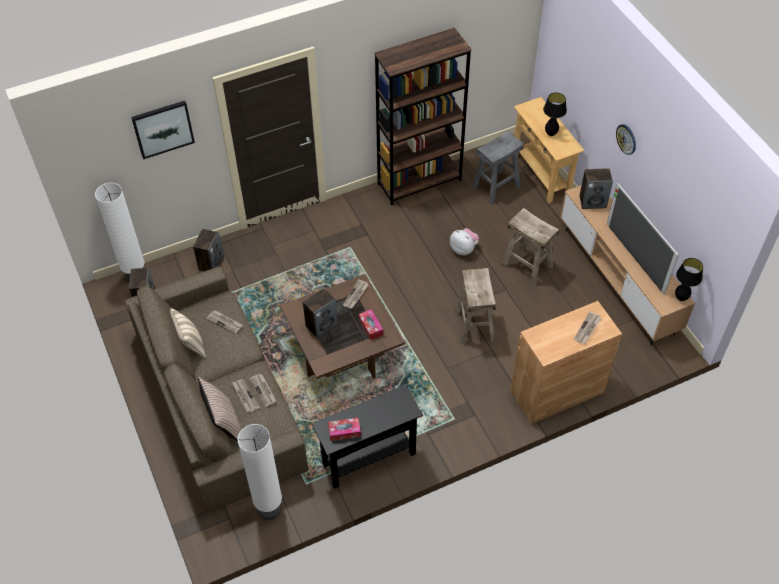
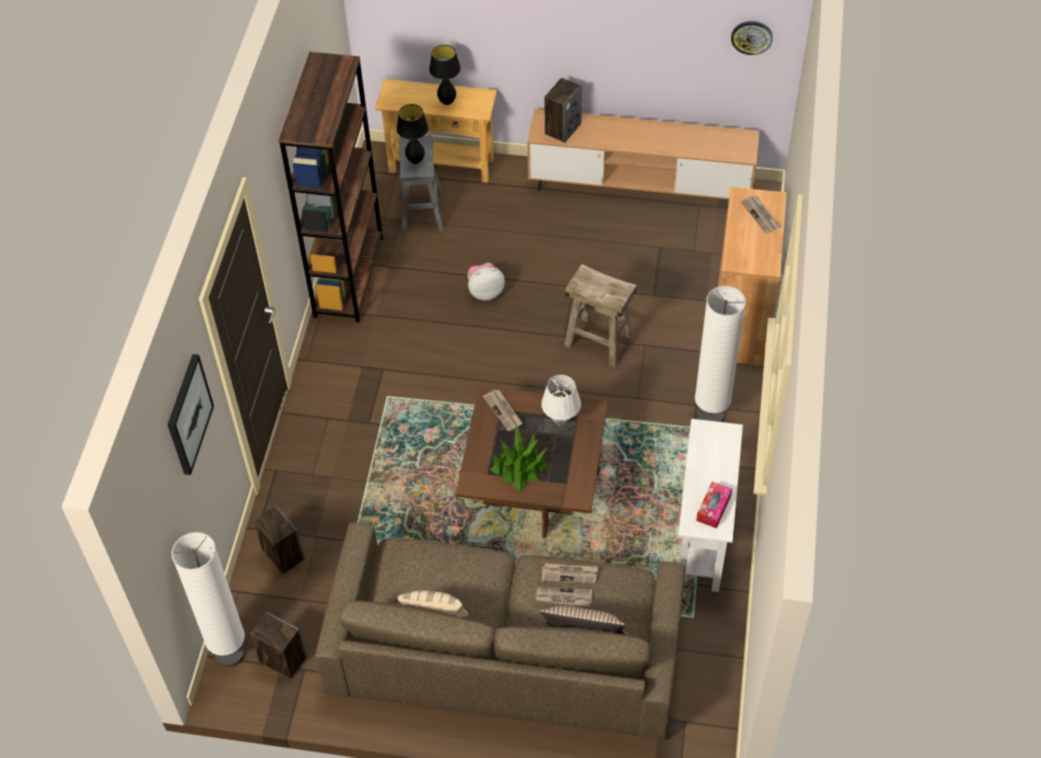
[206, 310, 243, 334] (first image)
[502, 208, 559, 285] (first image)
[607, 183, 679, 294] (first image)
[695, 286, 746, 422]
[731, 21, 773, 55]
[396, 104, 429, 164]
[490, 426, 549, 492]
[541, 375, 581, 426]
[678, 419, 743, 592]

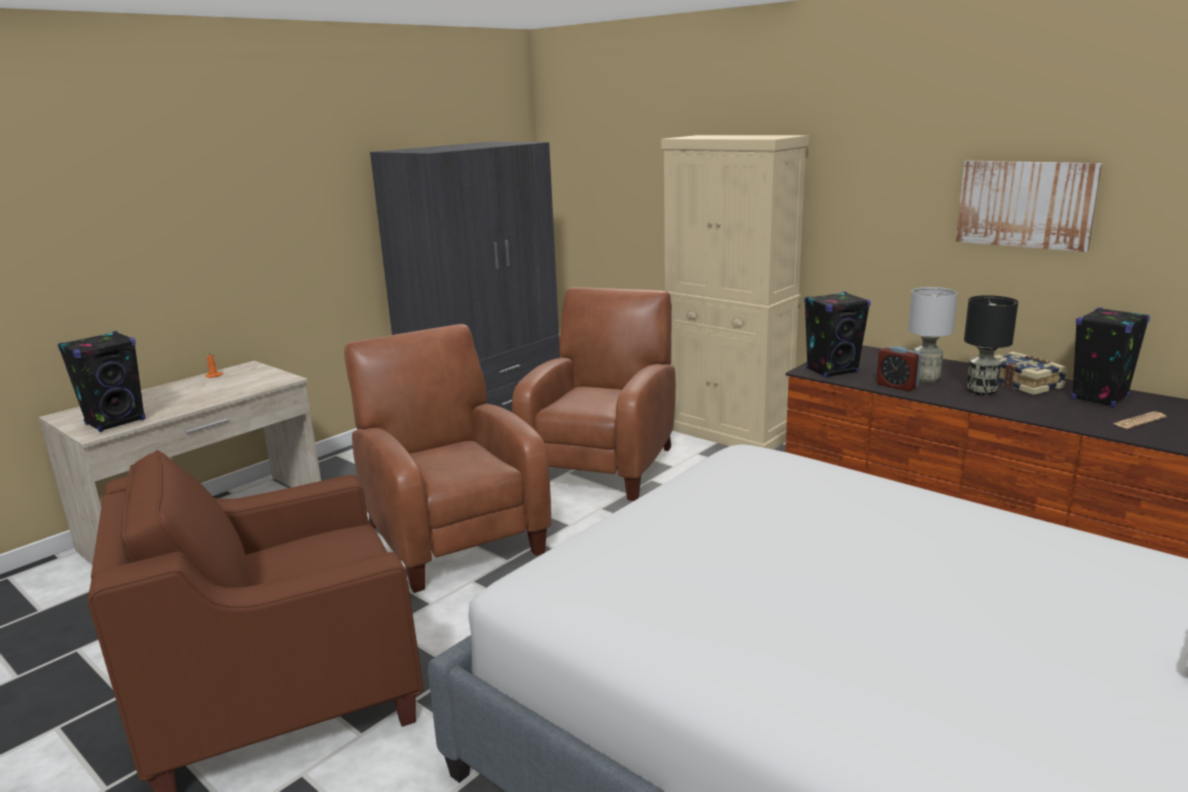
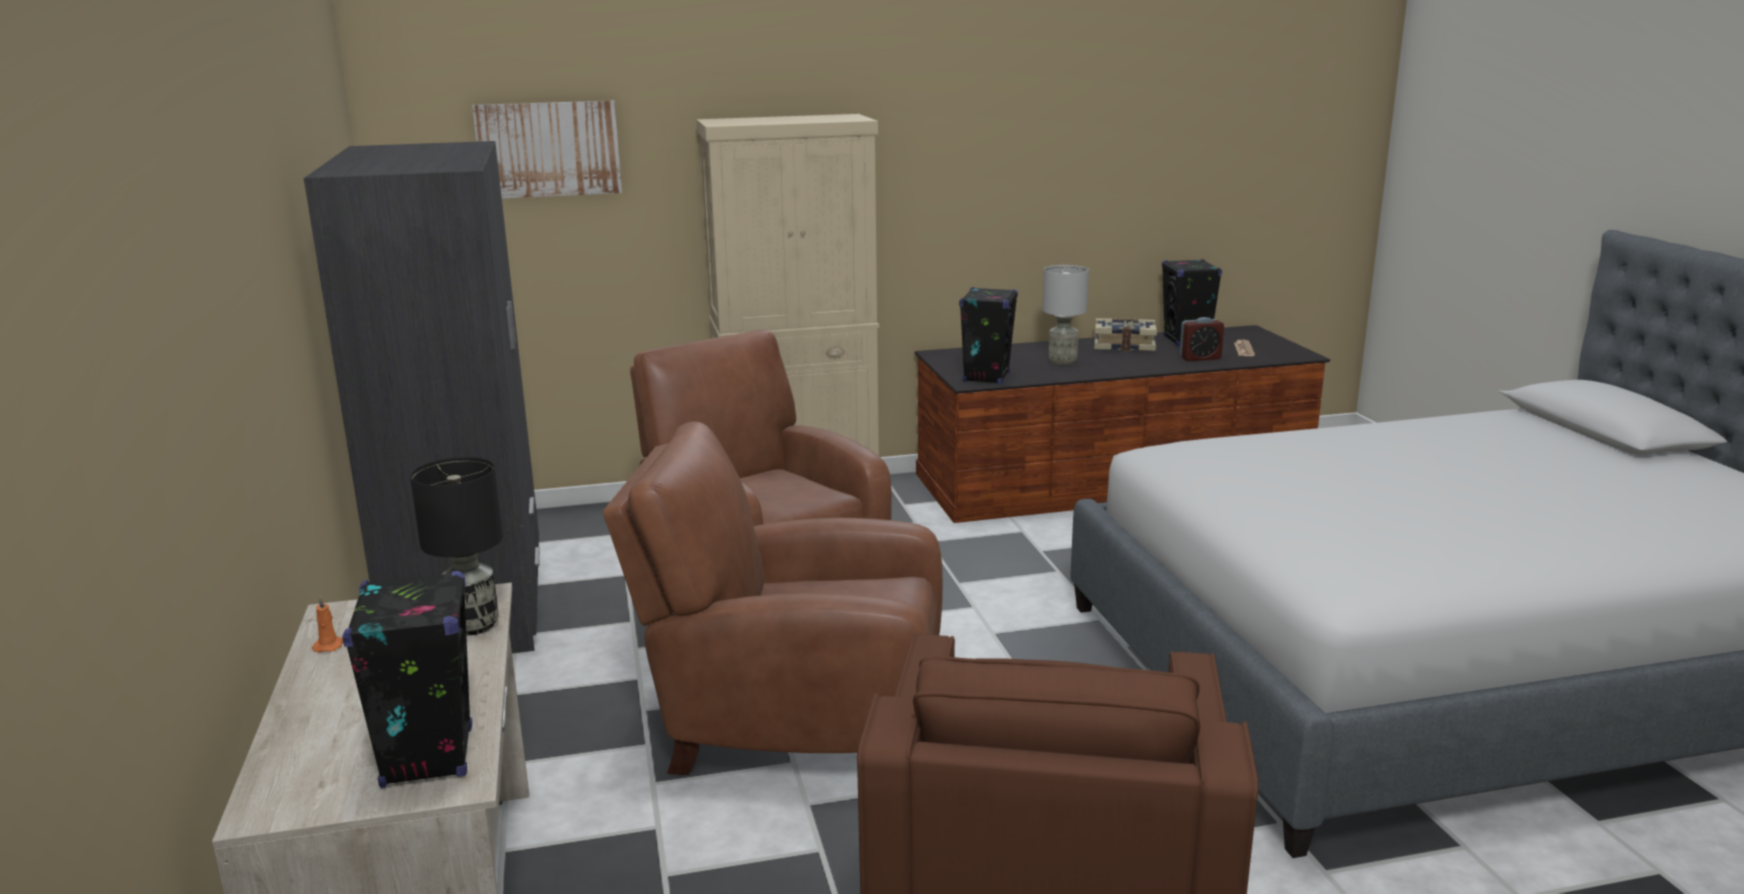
[1179, 317, 1224, 361]
[472, 101, 622, 199]
[410, 457, 503, 635]

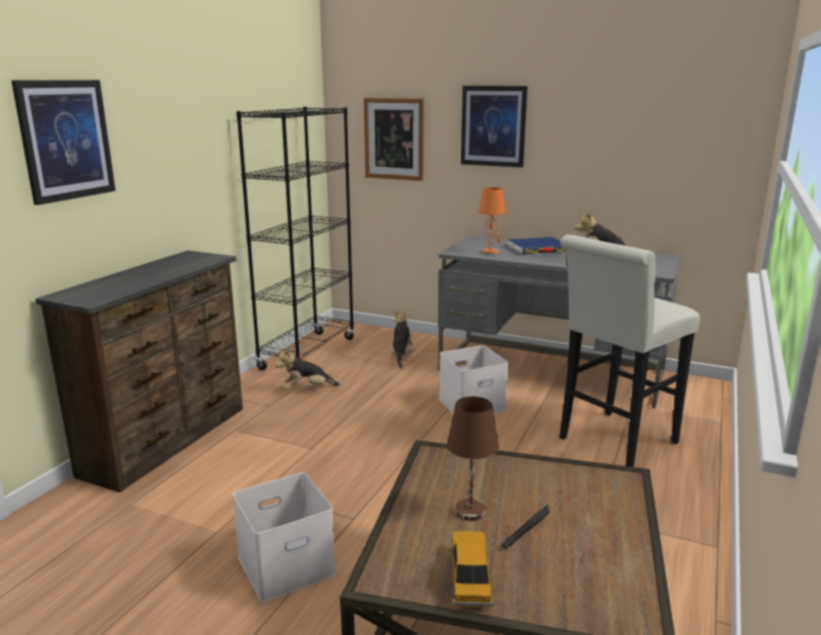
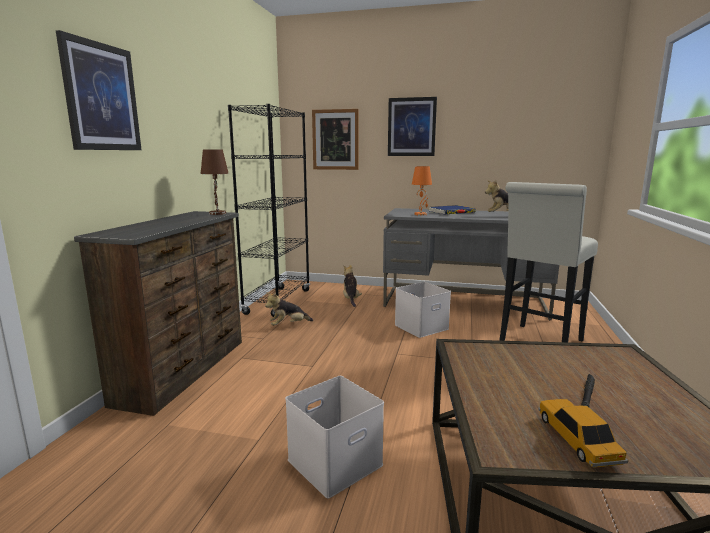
[201, 149, 229, 215]

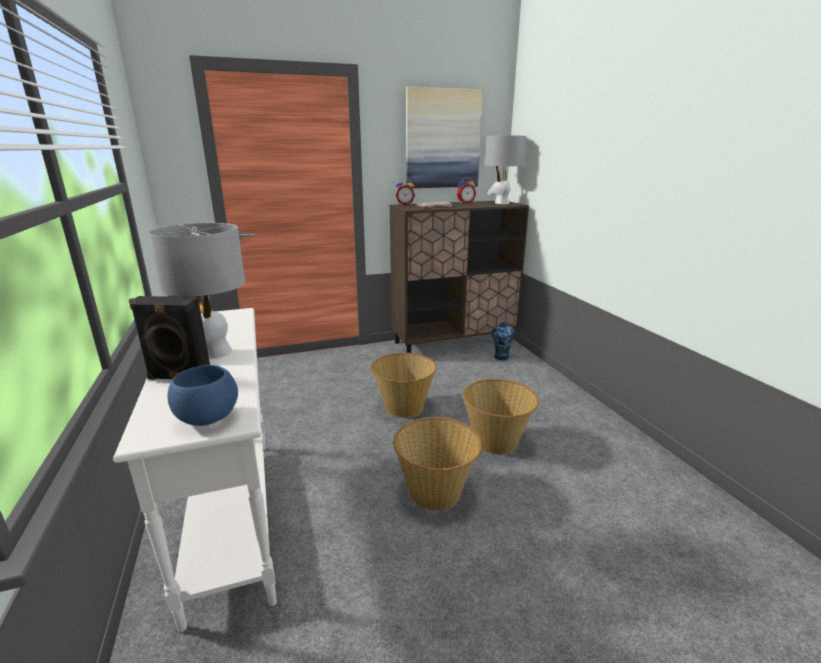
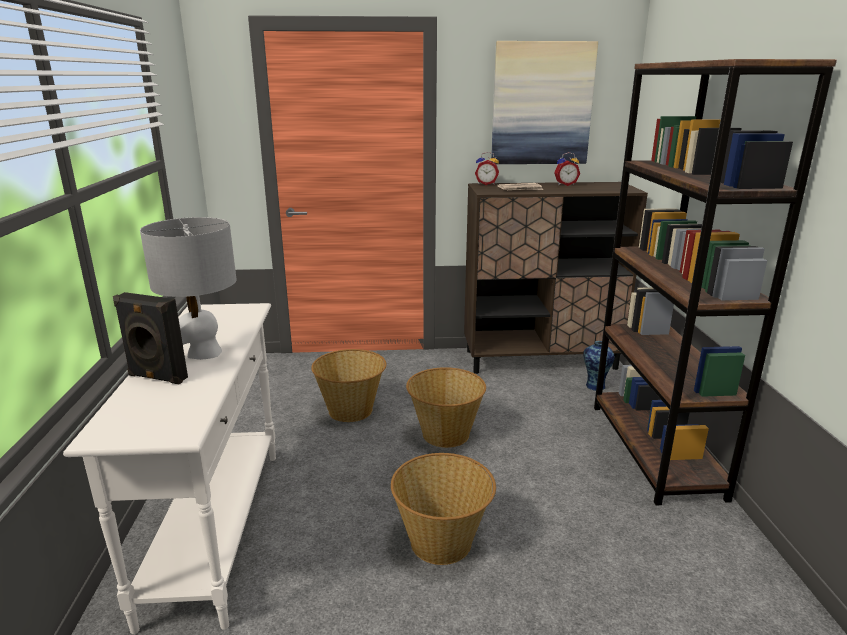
[168, 365, 238, 426] (first image)
[485, 135, 527, 204] (first image)
[594, 59, 837, 506]
[311, 349, 387, 422]

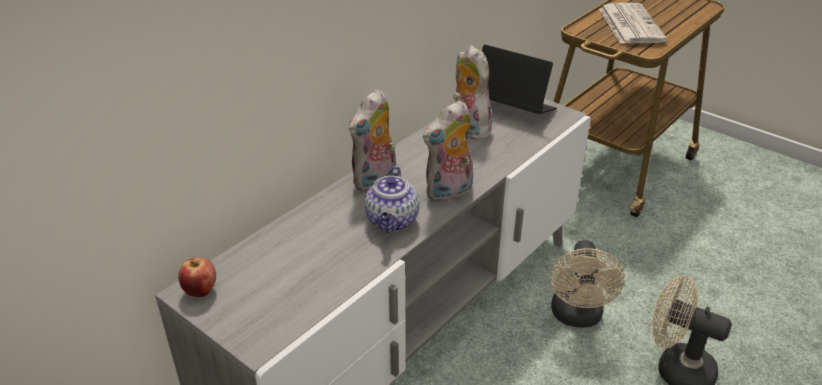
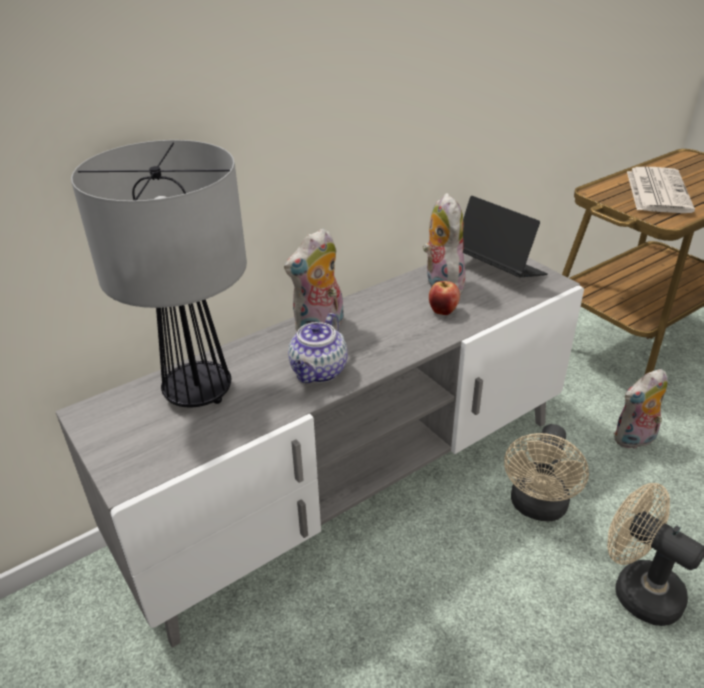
[71, 140, 247, 407]
[429, 281, 460, 315]
[614, 369, 668, 449]

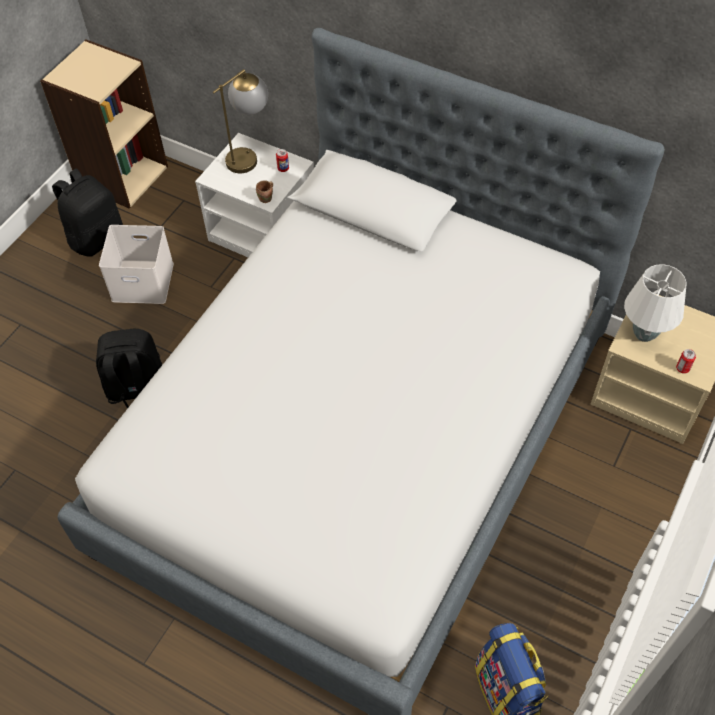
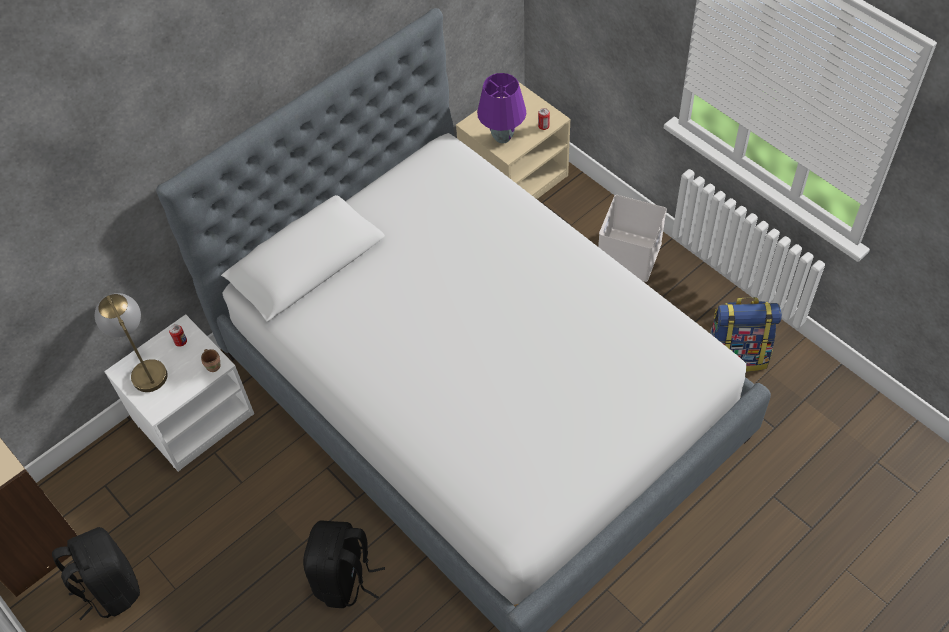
[598, 195, 667, 282]
[477, 73, 527, 144]

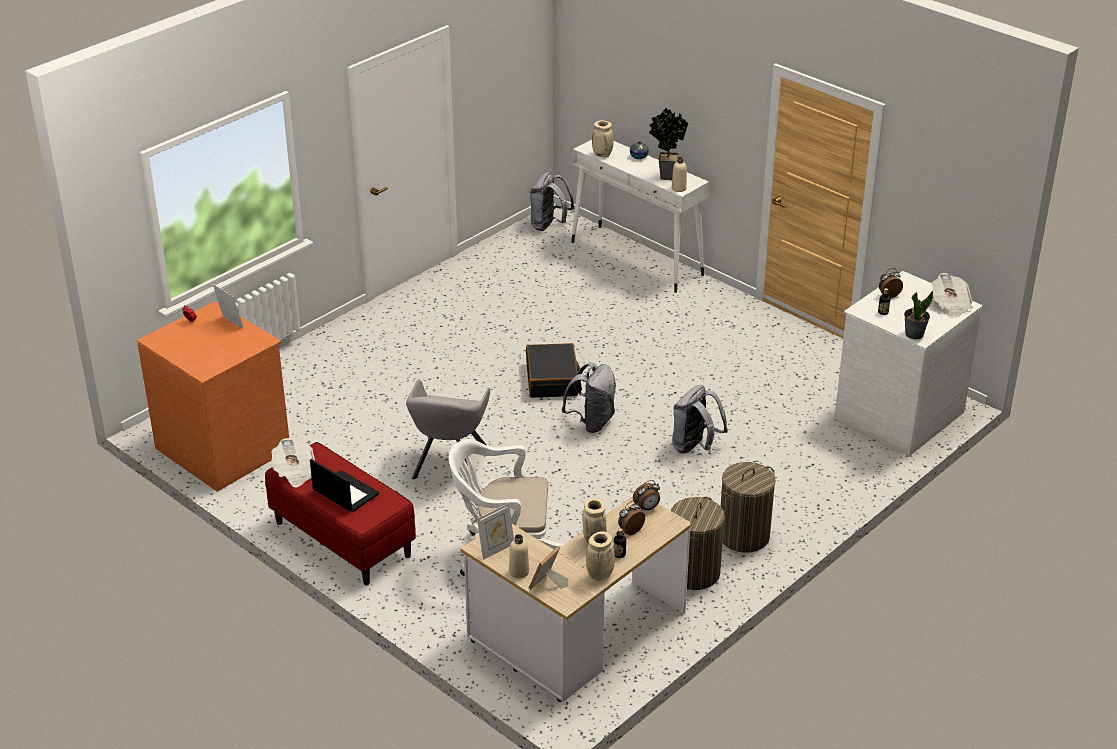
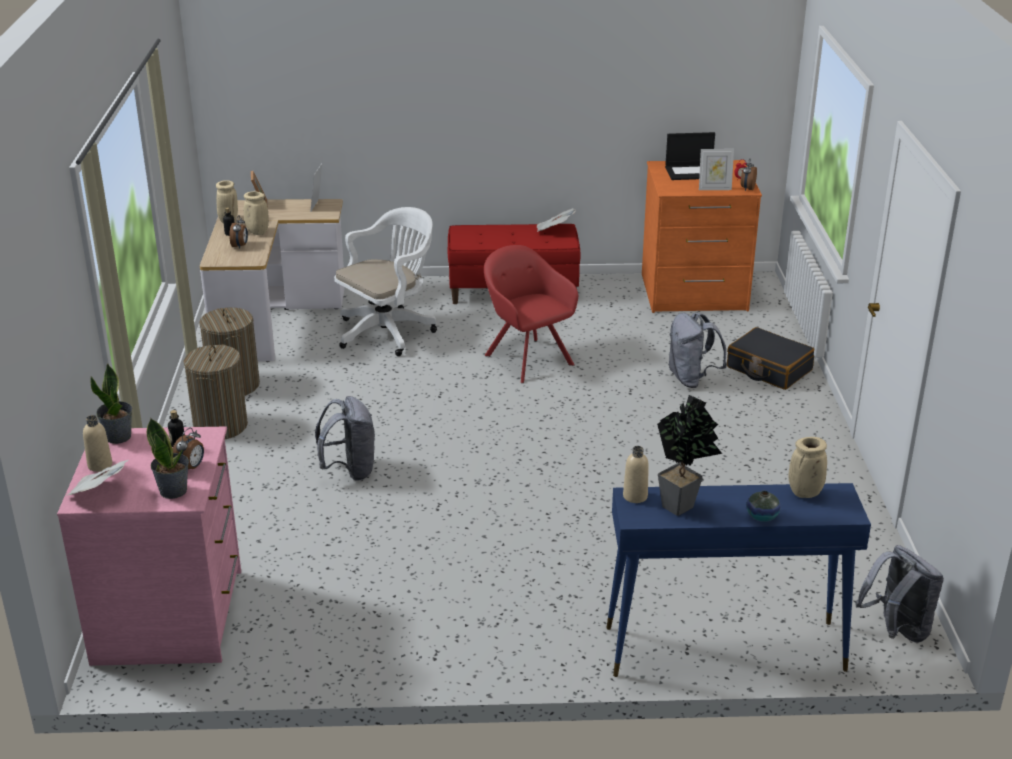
[147, 418, 189, 499]
[665, 132, 715, 180]
[83, 415, 112, 472]
[727, 327, 815, 390]
[668, 313, 727, 388]
[740, 159, 757, 191]
[484, 245, 578, 383]
[607, 483, 871, 677]
[57, 427, 241, 666]

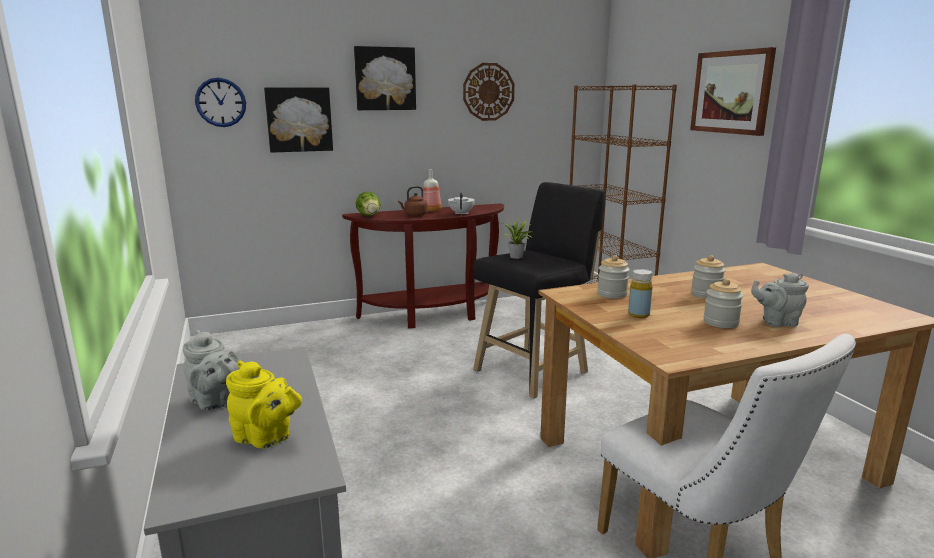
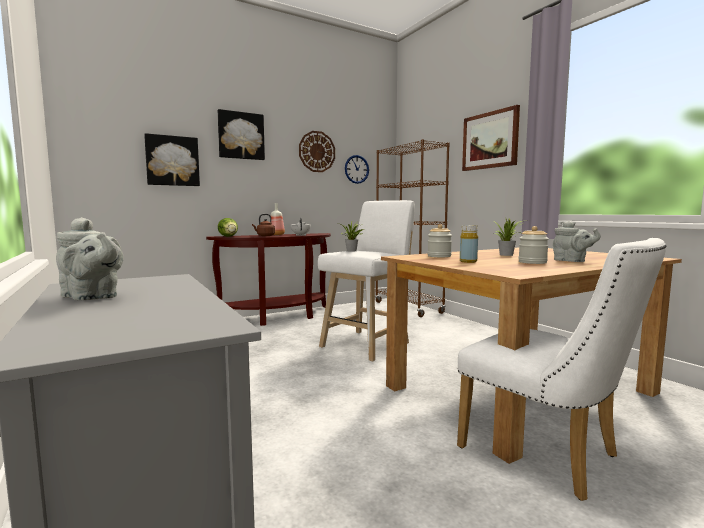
[226, 361, 302, 448] (first image)
[345, 155, 369, 184]
[494, 217, 528, 256]
[318, 200, 415, 361]
[553, 221, 601, 262]

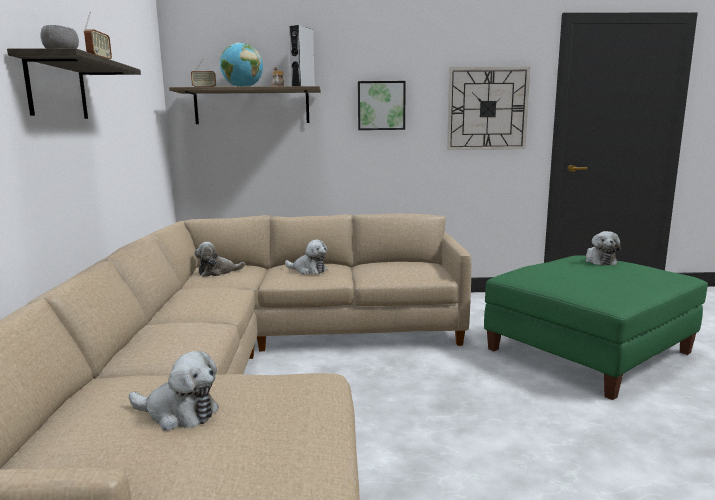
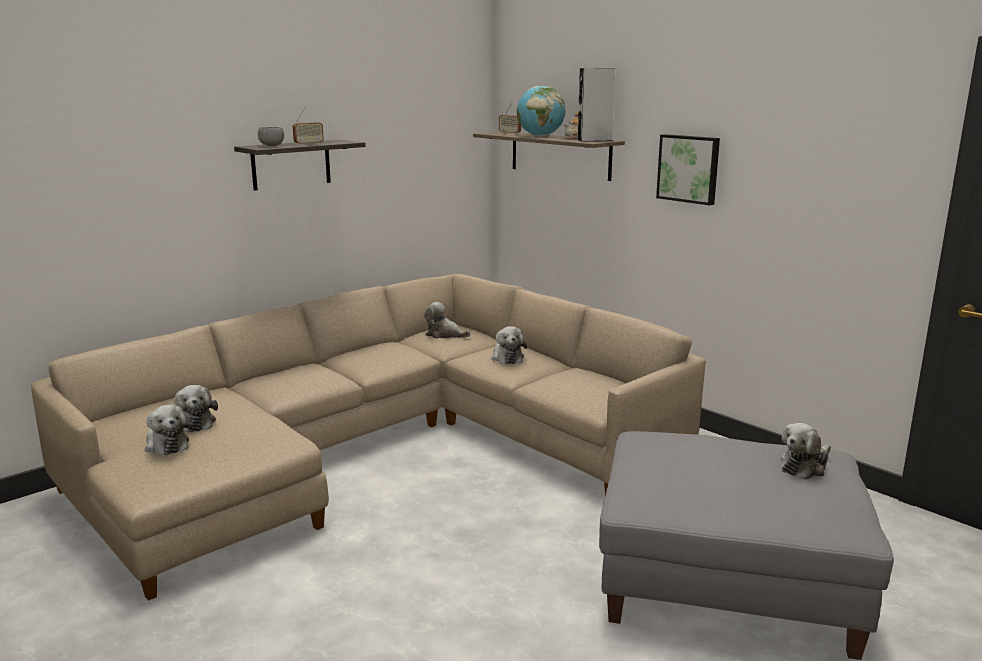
[447, 67, 530, 150] (first image)
[145, 404, 192, 455]
[599, 431, 894, 660]

